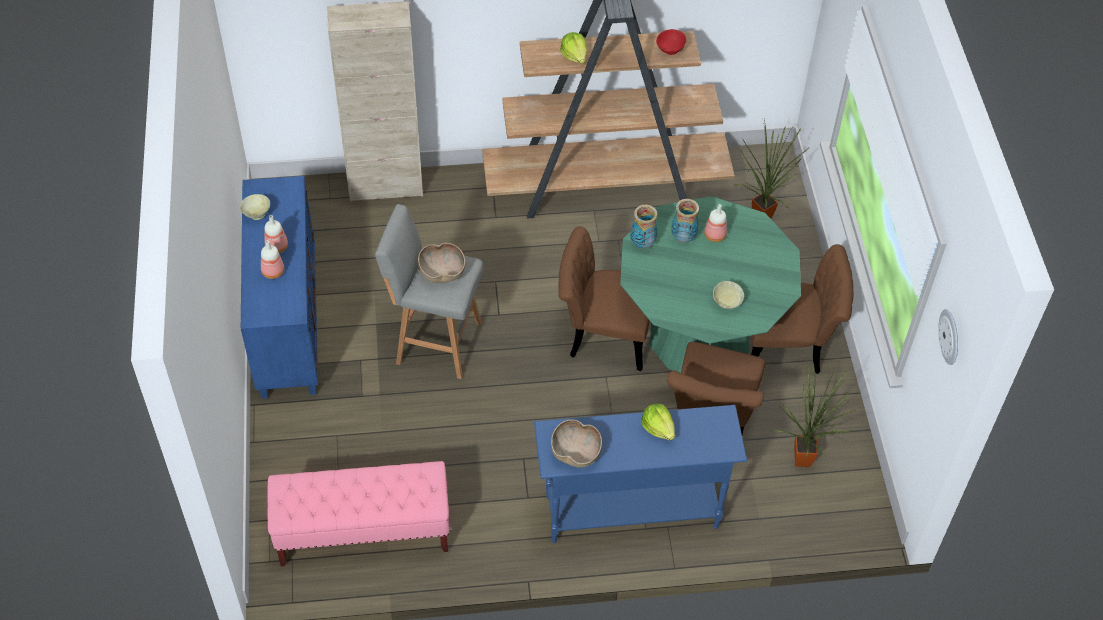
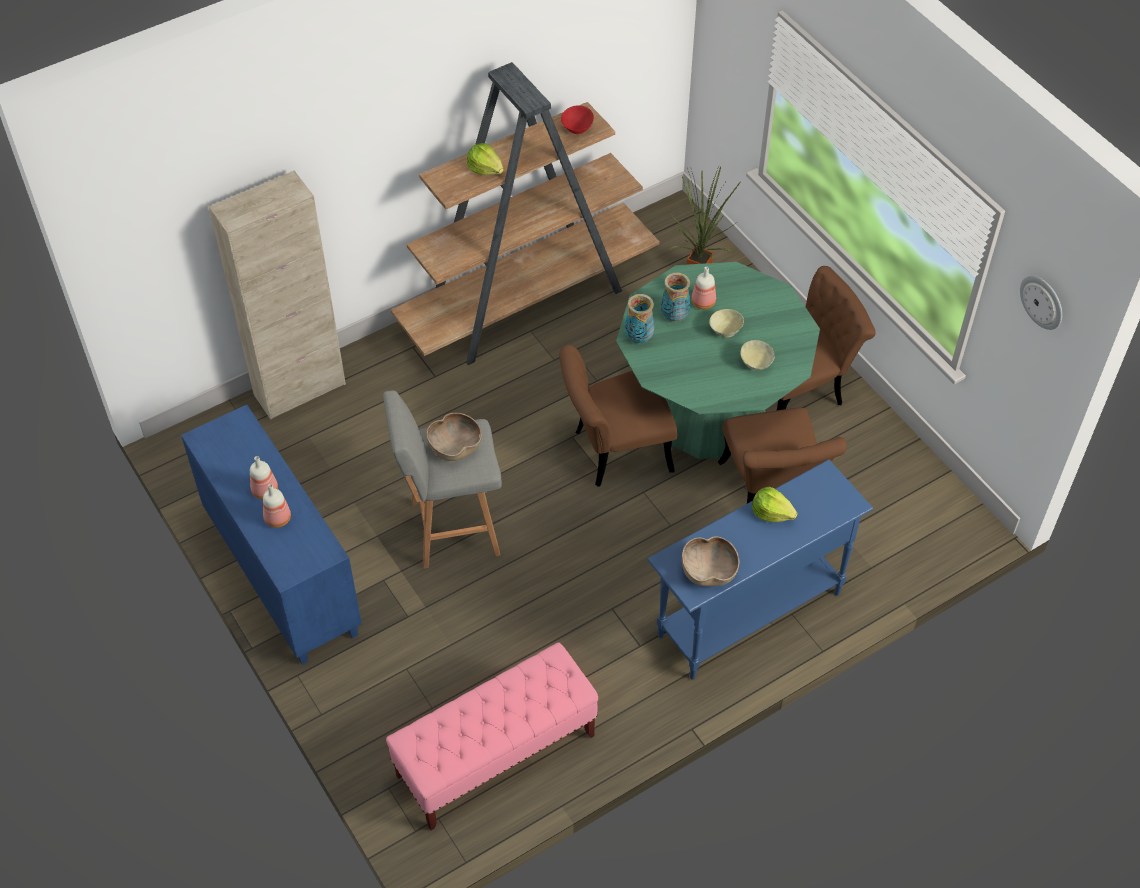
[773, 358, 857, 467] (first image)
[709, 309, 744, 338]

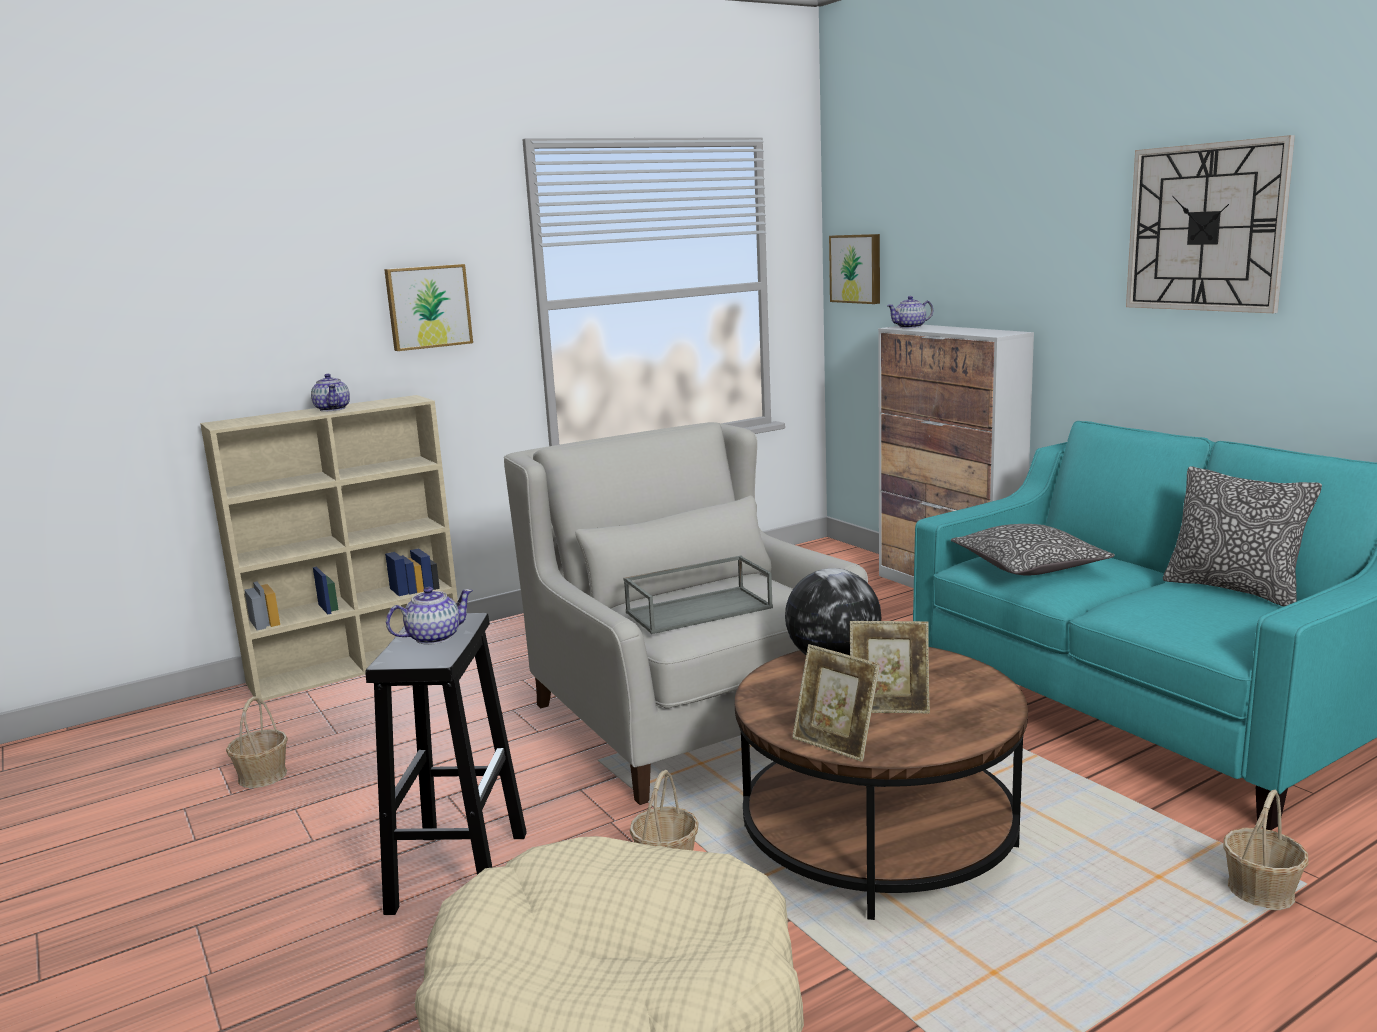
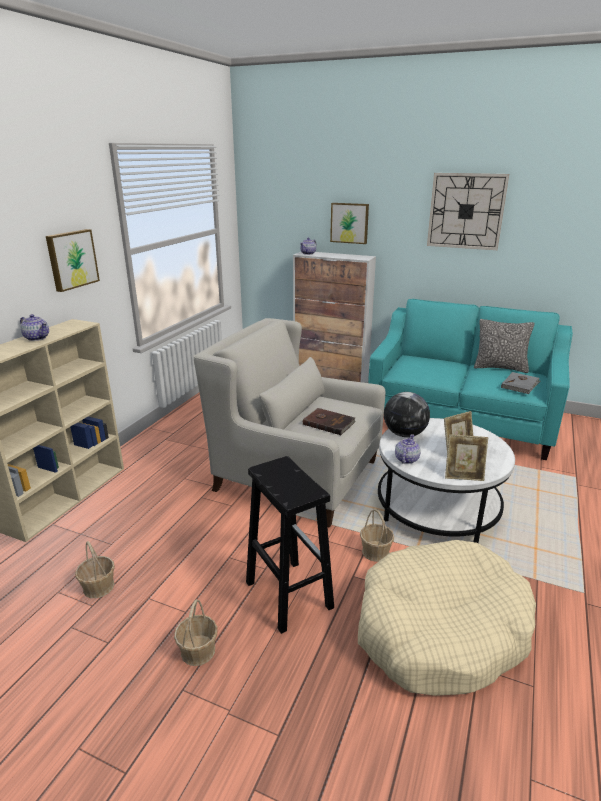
[951, 524, 1115, 576] (first image)
[501, 372, 540, 394]
[395, 434, 421, 464]
[330, 203, 369, 244]
[174, 600, 218, 666]
[303, 408, 356, 435]
[378, 418, 515, 543]

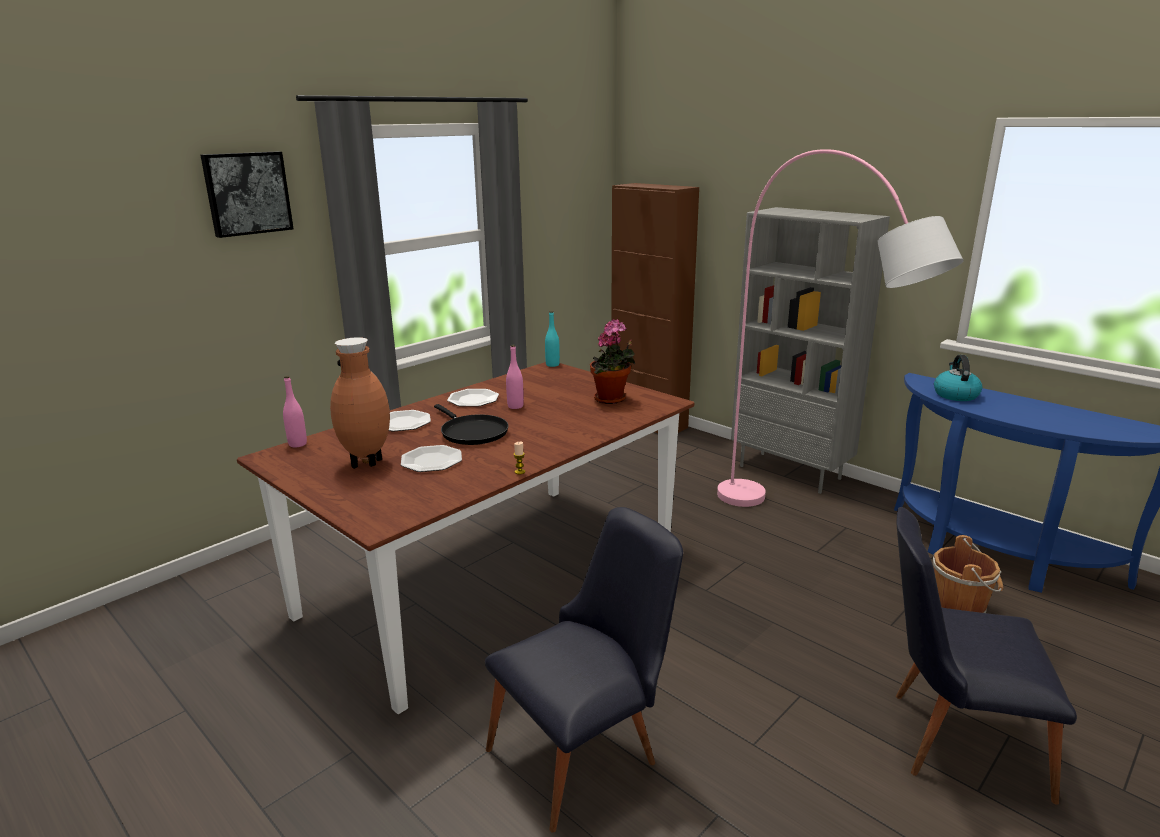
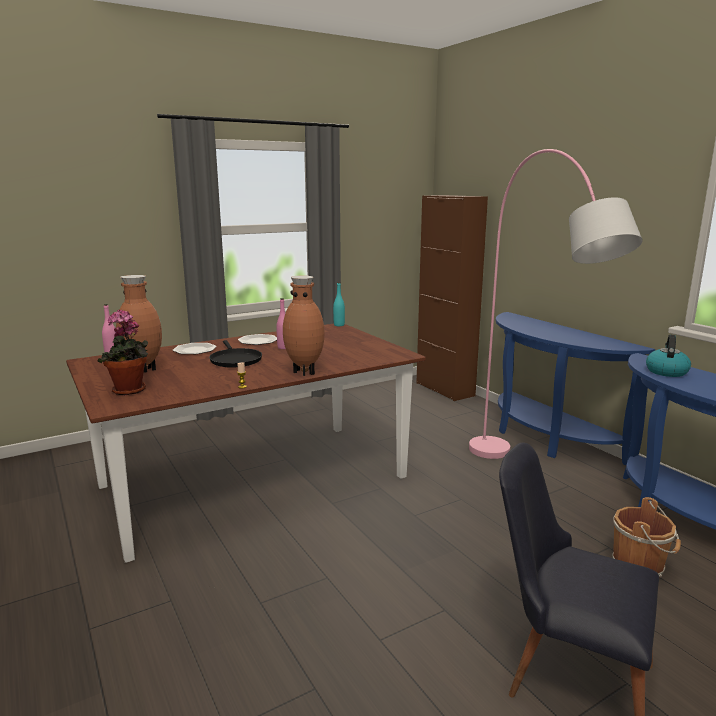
[201, 152, 294, 238] (first image)
[401, 445, 462, 472] (first image)
[485, 507, 683, 832] (first image)
[283, 275, 325, 376]
[98, 309, 148, 395]
[496, 312, 655, 465]

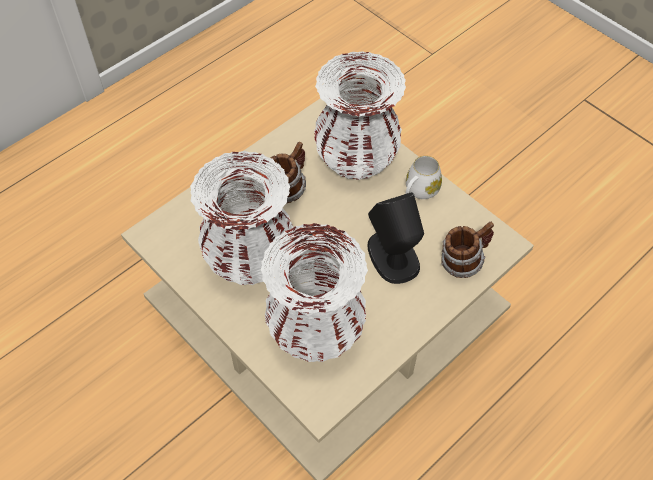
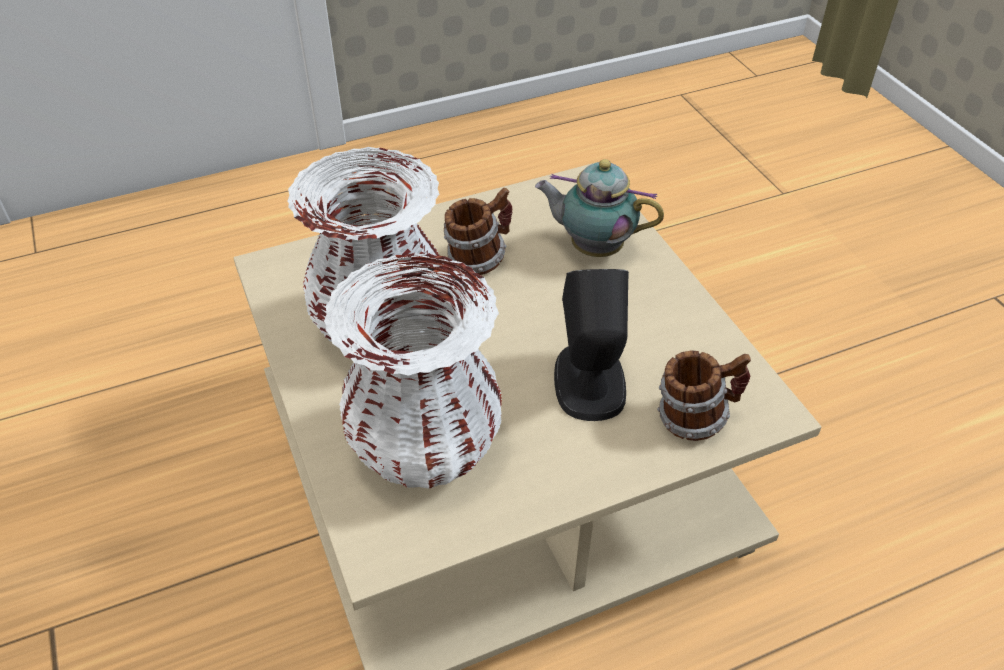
[406, 156, 442, 199] (first image)
[535, 159, 664, 257]

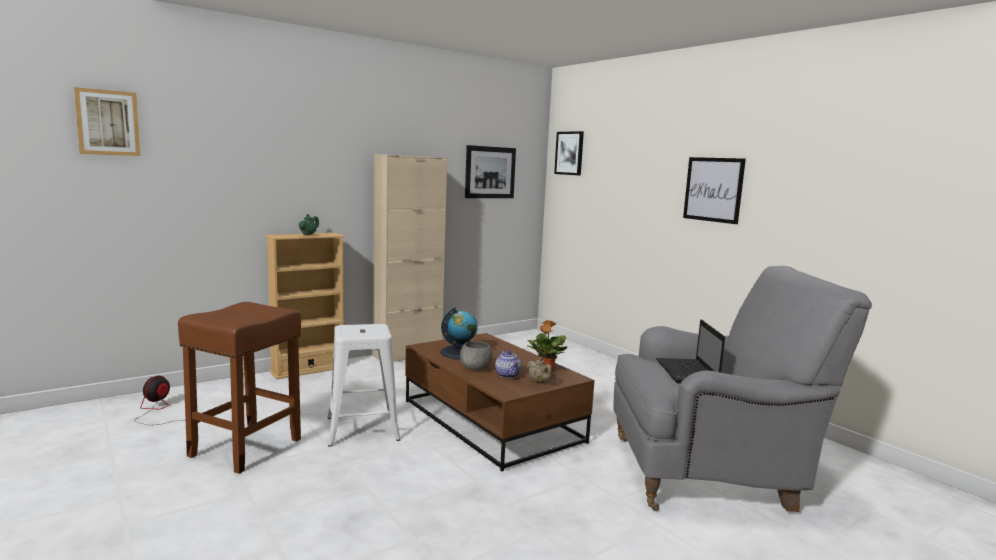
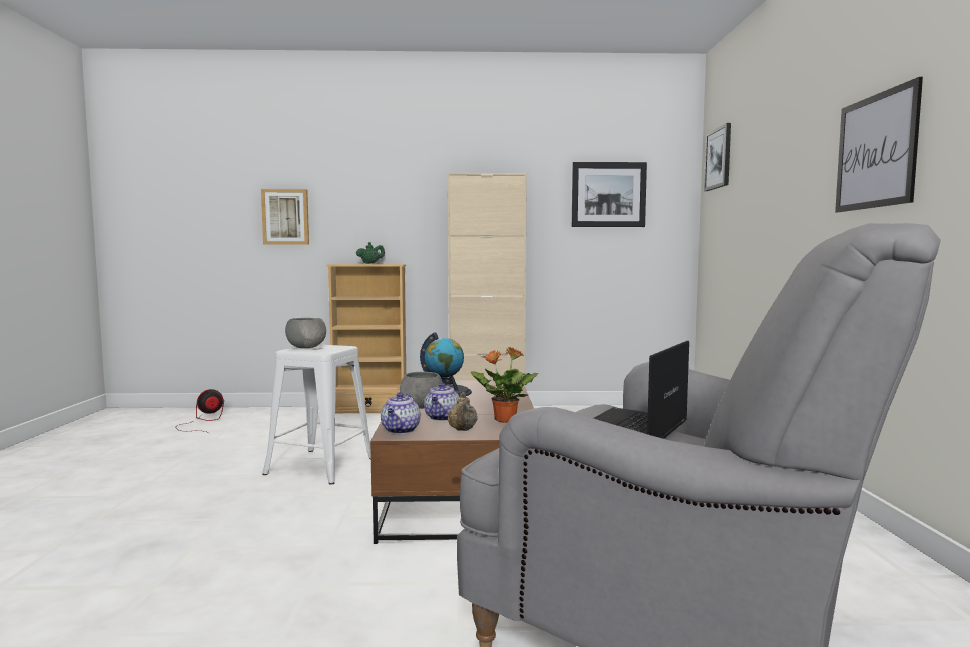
[178, 302, 301, 474] (first image)
[285, 318, 326, 348]
[381, 392, 421, 434]
[261, 189, 309, 245]

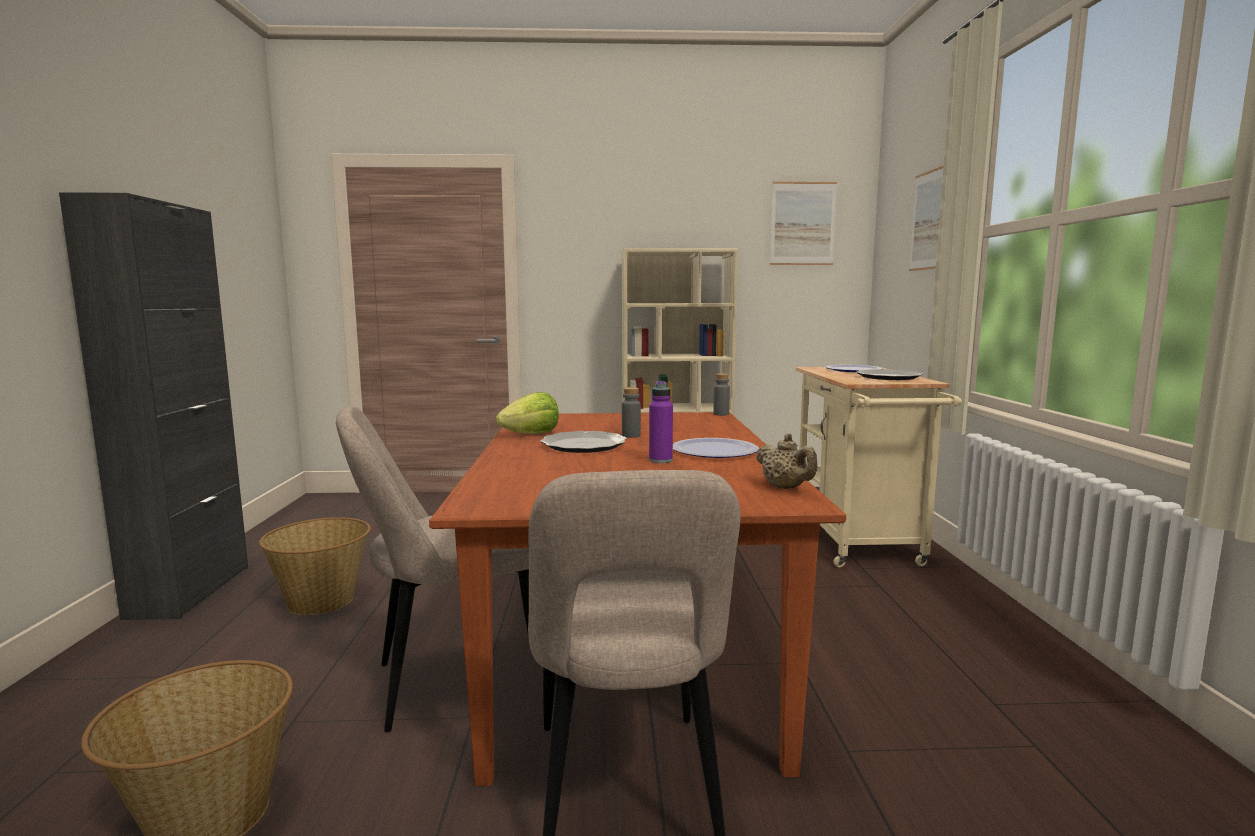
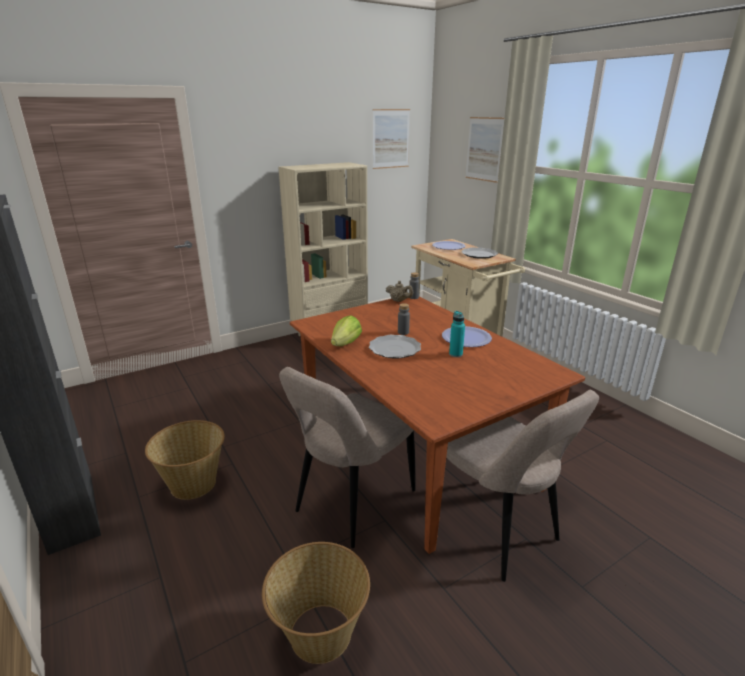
[386, 281, 413, 302]
[449, 311, 465, 357]

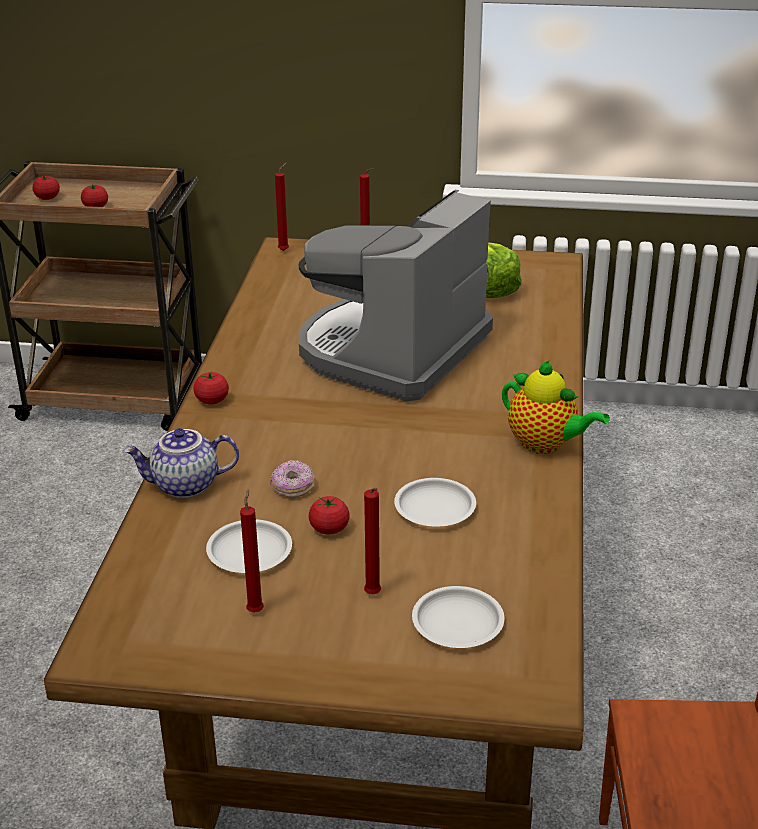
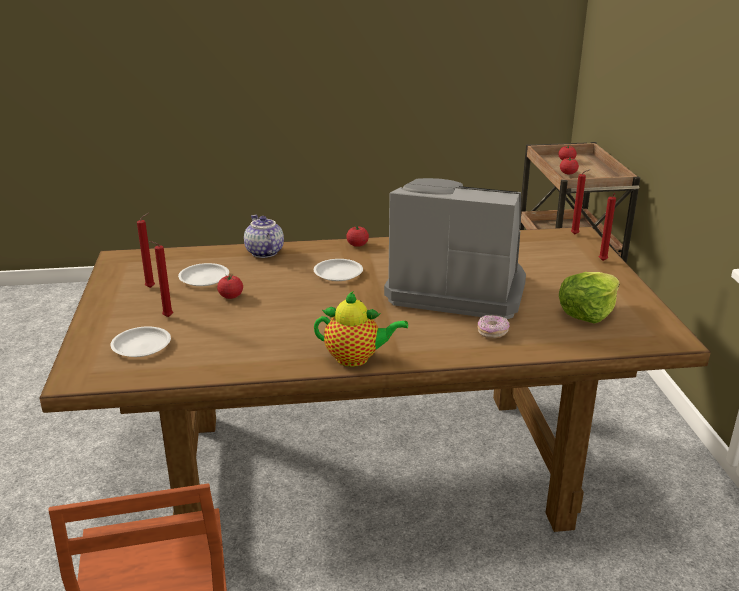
[478, 315, 510, 339]
[314, 259, 363, 281]
[314, 291, 408, 367]

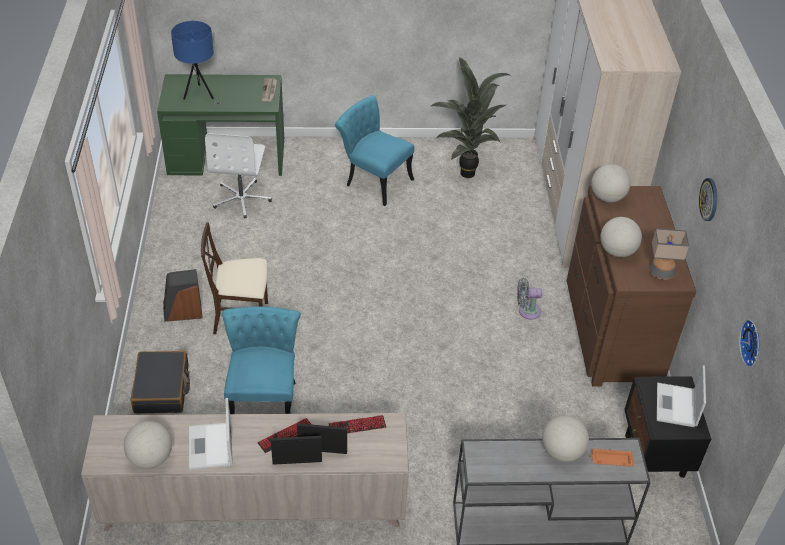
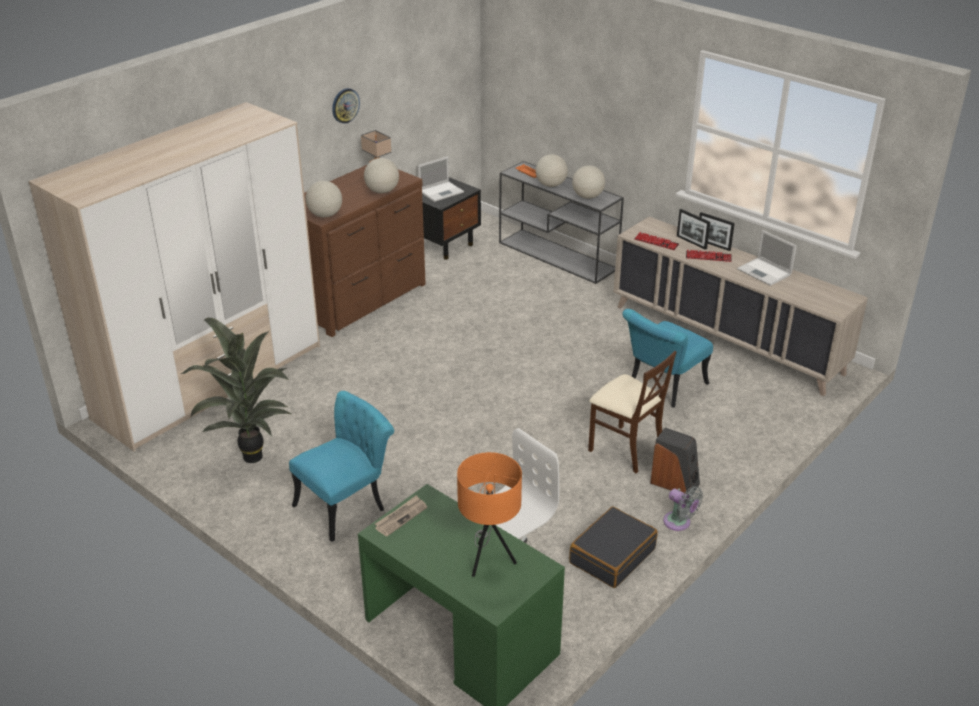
[739, 319, 759, 367] (first image)
[572, 165, 605, 199]
[569, 507, 658, 588]
[663, 486, 703, 531]
[457, 452, 522, 577]
[737, 230, 797, 286]
[289, 391, 394, 542]

